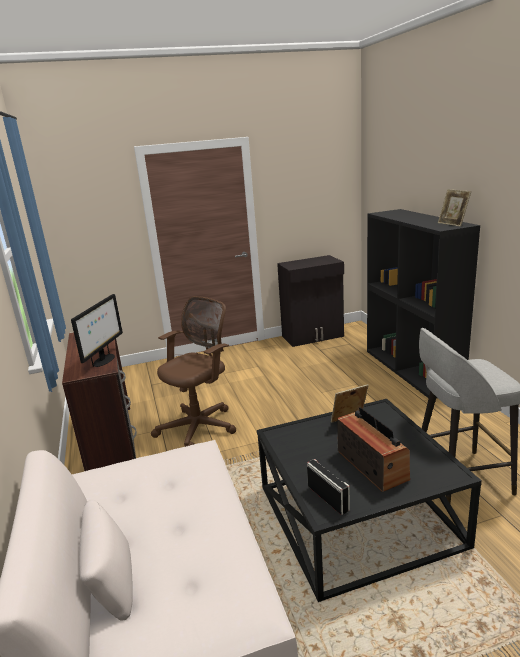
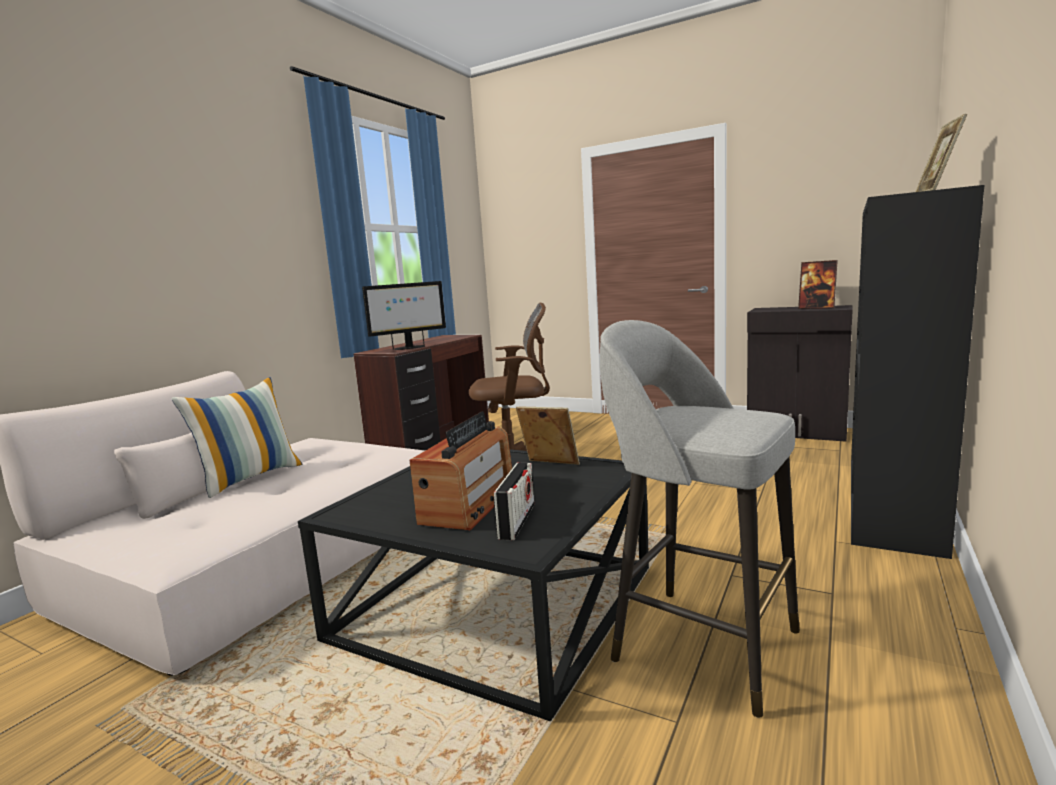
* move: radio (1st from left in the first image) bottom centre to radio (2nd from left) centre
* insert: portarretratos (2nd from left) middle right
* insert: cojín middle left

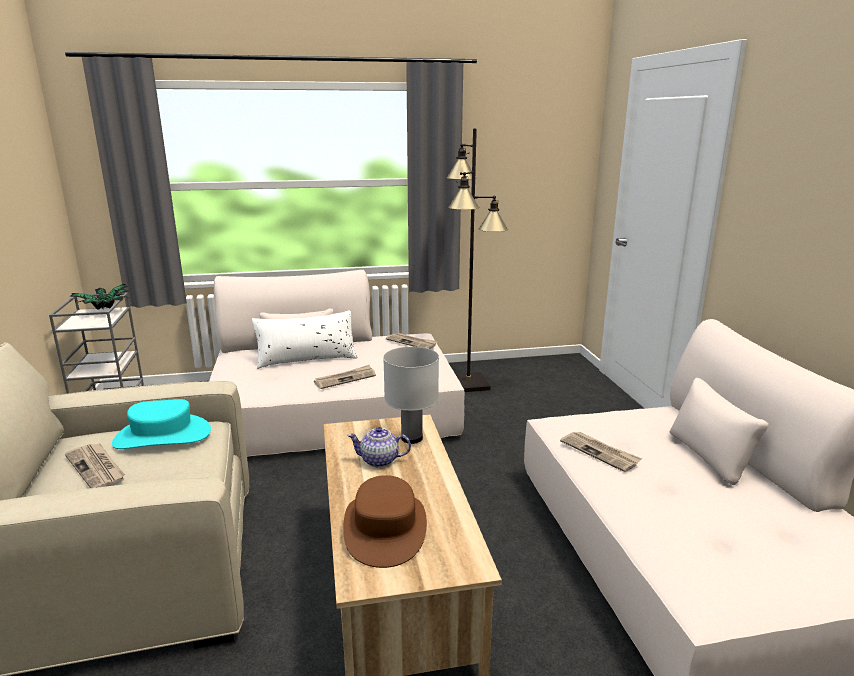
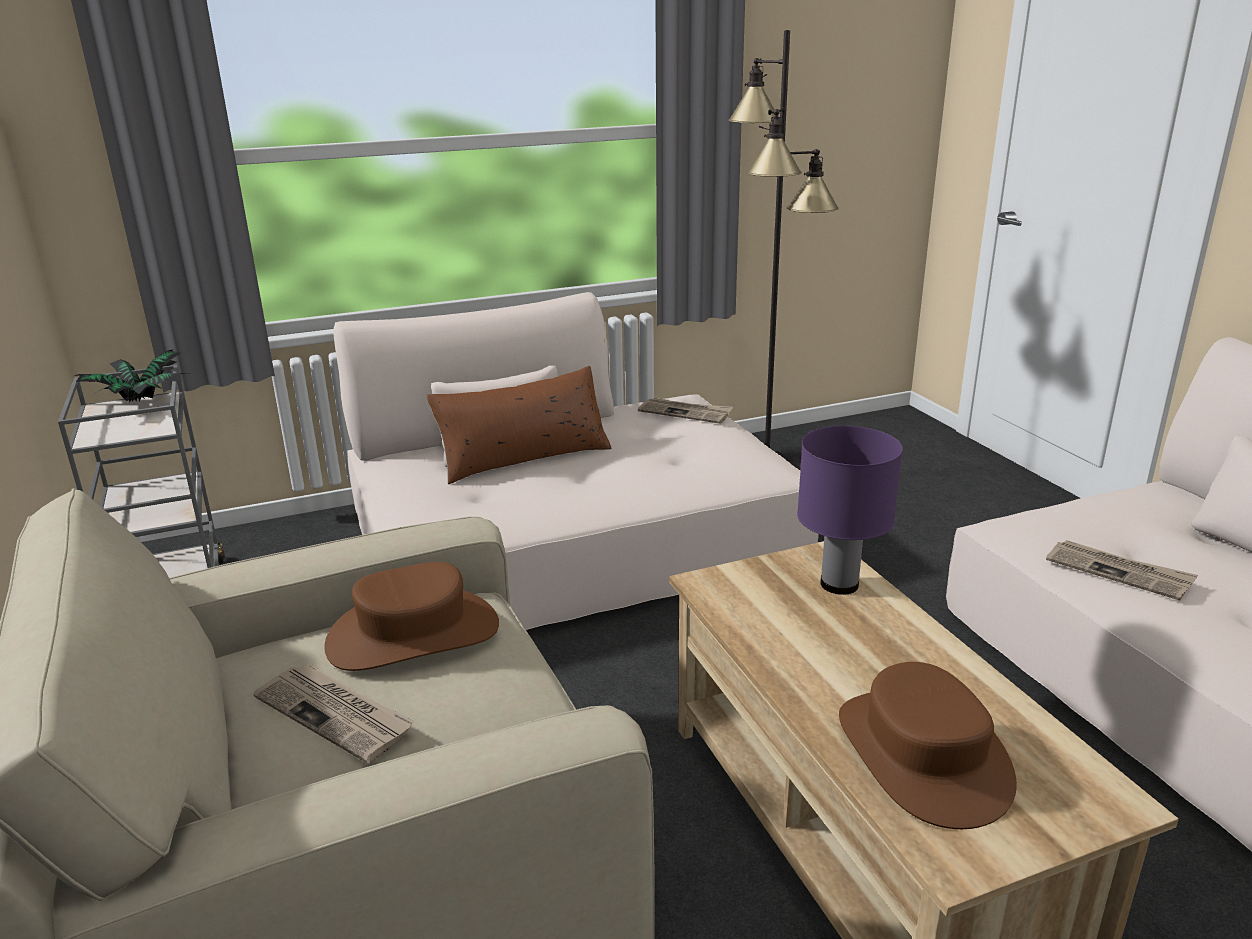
* recolor: cojín (blanco) centre to cojín (marrón) centre
* recolor: lámpara de mesa (blanco) centre to lámpara de mesa (morado) middle right
* delete: periódico (2nd from left) centre
* recolor: sombrero (turquesa) middle left to sombrero (marrón) (1st from left) middle left
* delete: tetera centre

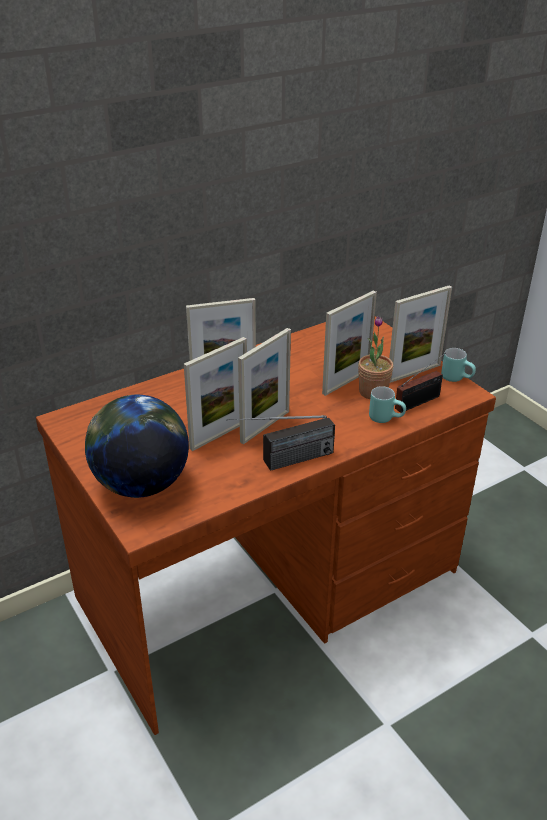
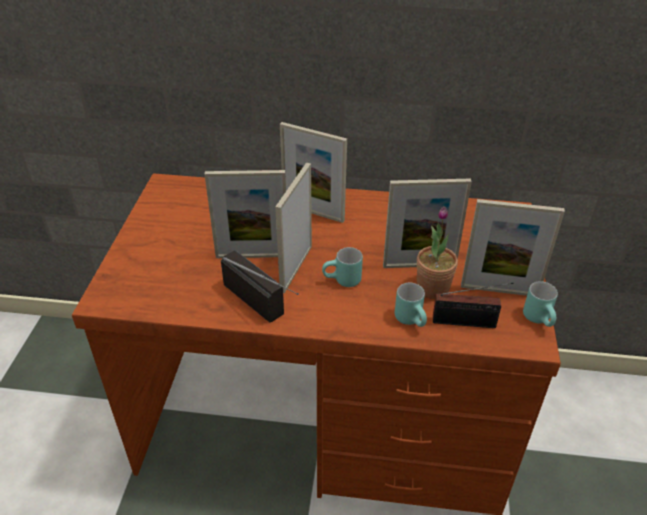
* rotate: portarretratos (3rd from left in the first image) centre = centre 120 degrees clockwise
* delete: globo terráqueo middle left
* rotate: radio (1st from left) centre = centre 150 degrees counterclockwise
* insert: taza grande (turquesa) (1st from left) centre

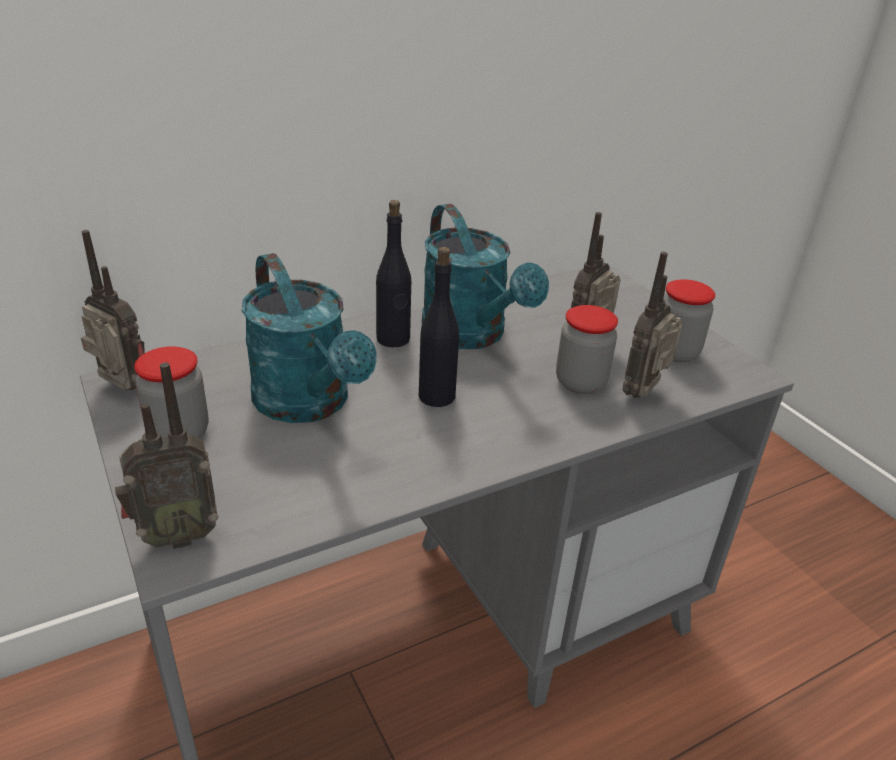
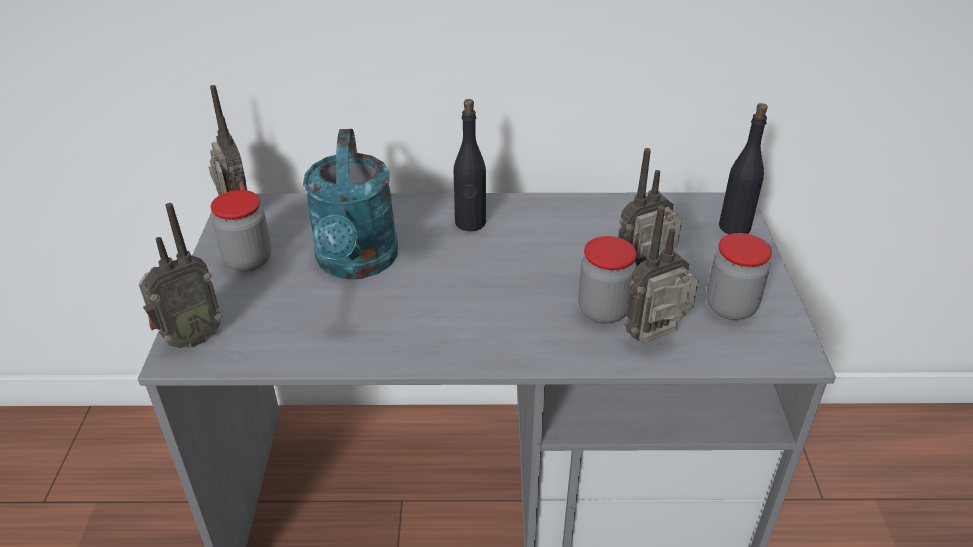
* delete: regadera (turquesa) (2nd from left) centre
* move: botella (negro) (2nd from left) centre to top right
* rotate: radio (2nd from left in the first image) middle left = middle left 45 degrees counterclockwise

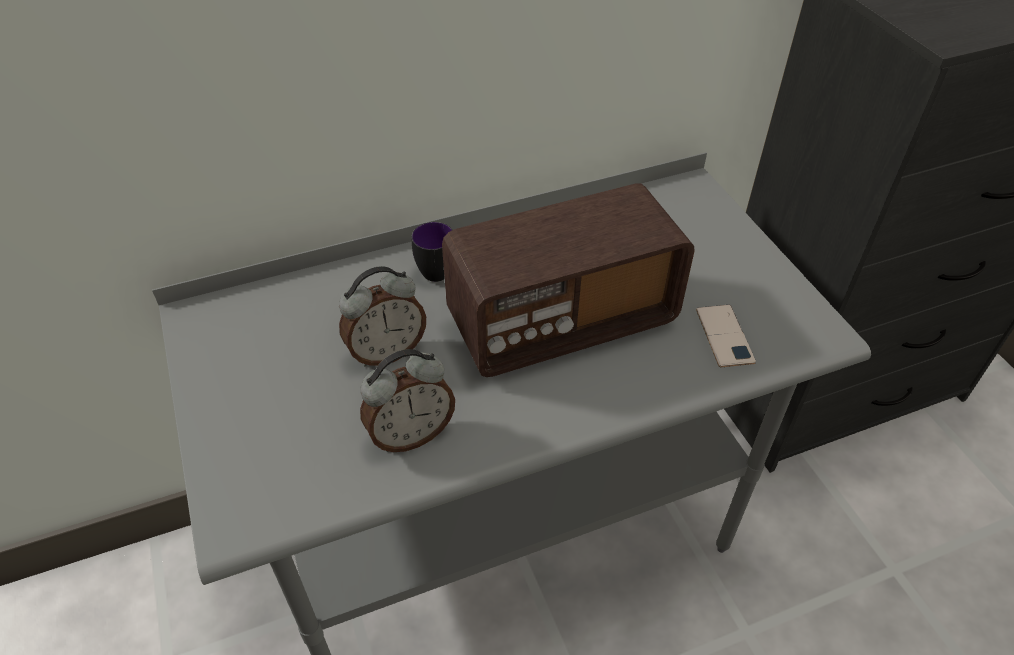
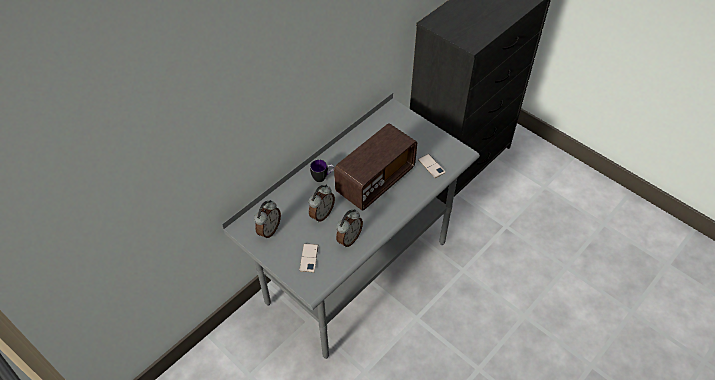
* insert: despertador (1st from left) centre
* insert: móvil (1st from left) bottom centre

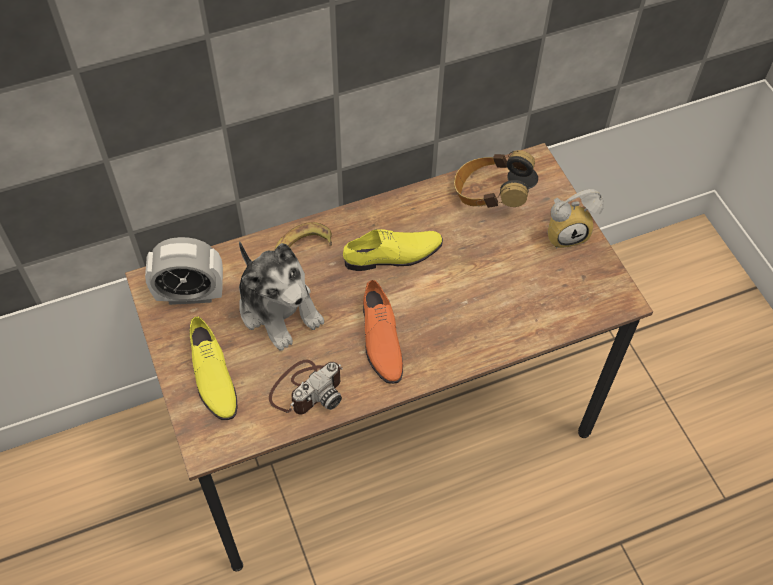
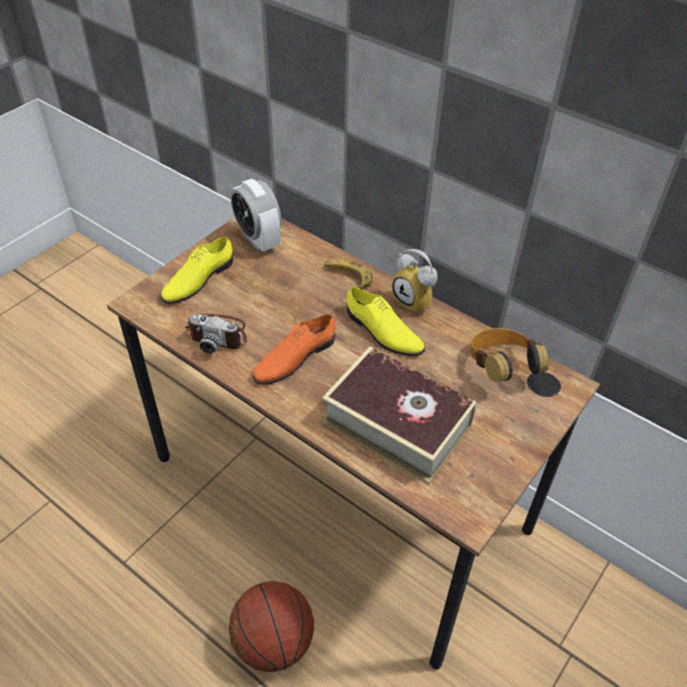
* move: despertador (2nd from left) middle right to centre
* delete: peluche centre
* insert: libro centre
* insert: balón de baloncesto bottom centre

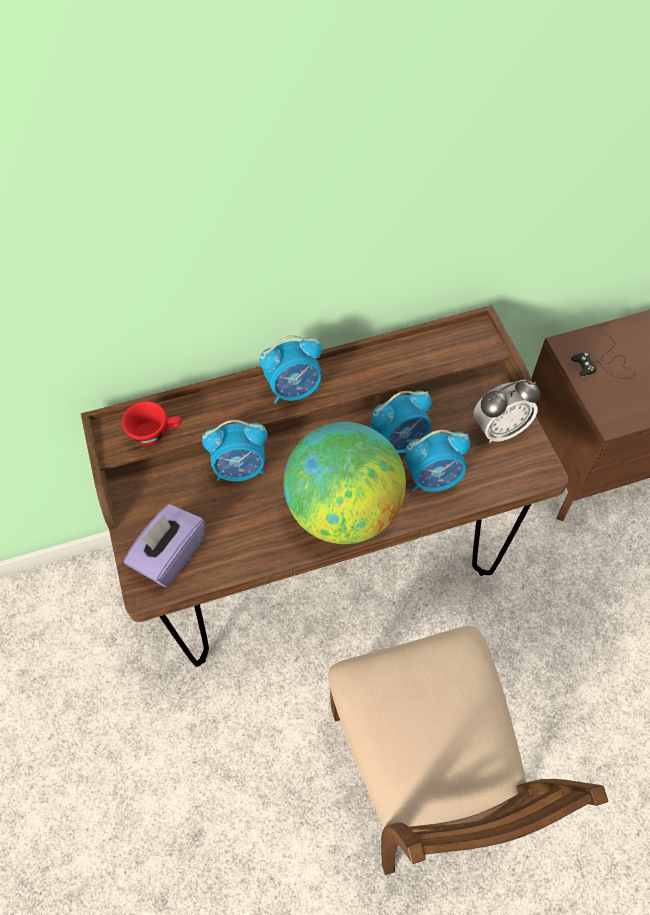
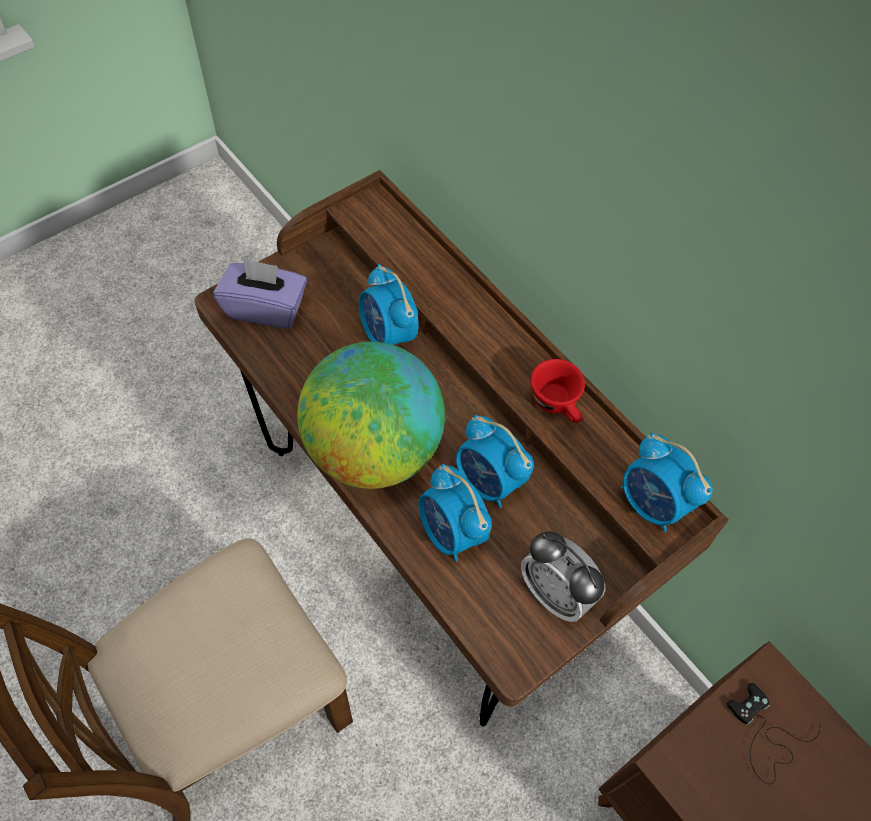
* move: despertador (2nd from left in the first image) centre to despertador (5th from left) middle right
* move: taza (rojo) middle left to centre

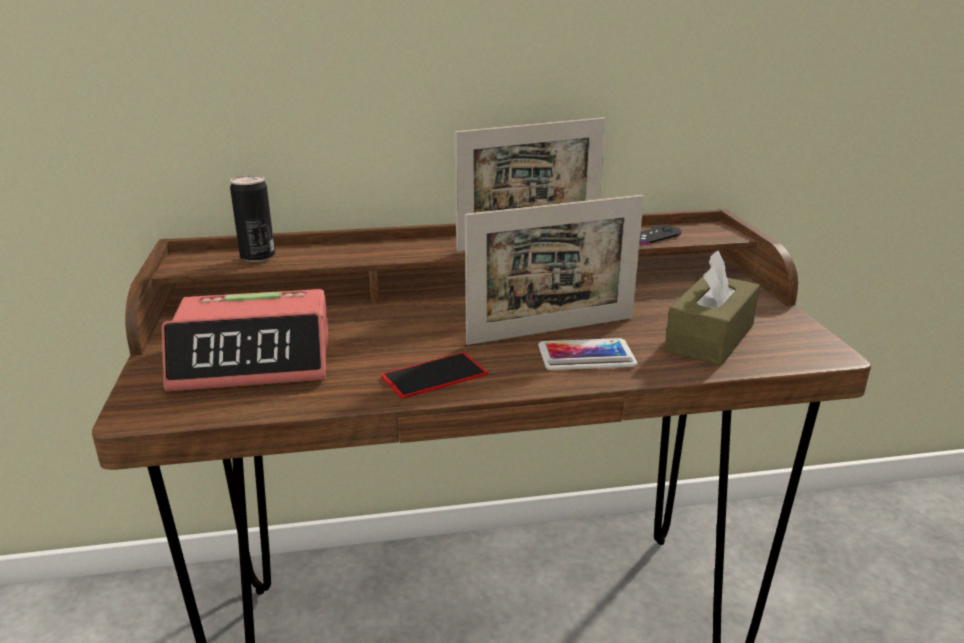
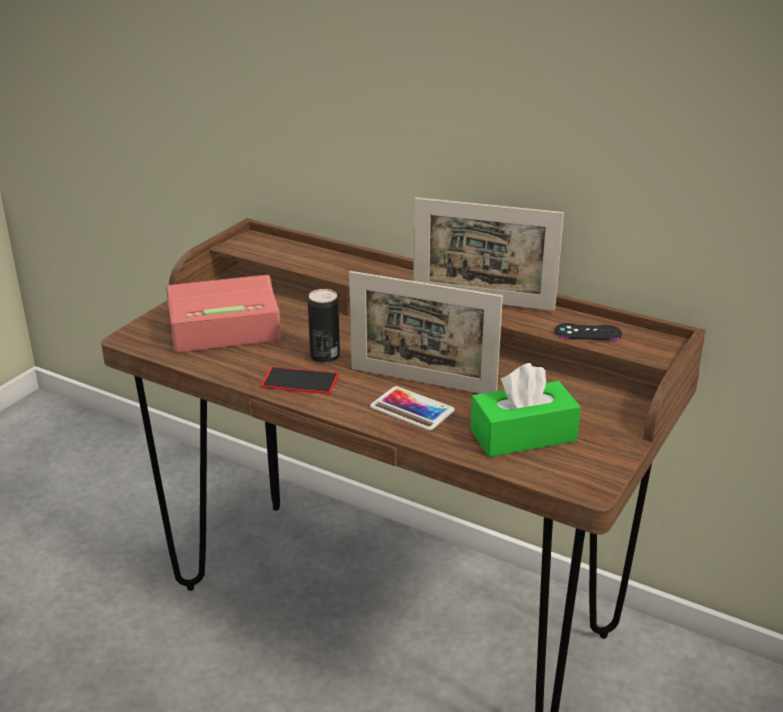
* move: lata middle left to centre
* recolor: caja de pañuelos (marrón) middle right to caja de pañuelos (verde) middle right
* rotate: despertador middle left = middle left 135 degrees clockwise

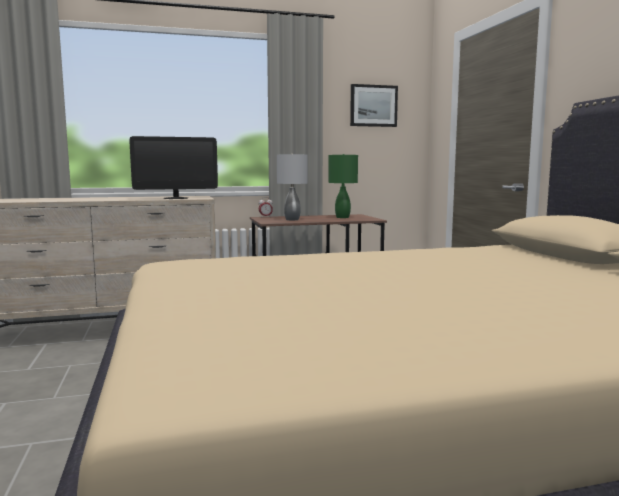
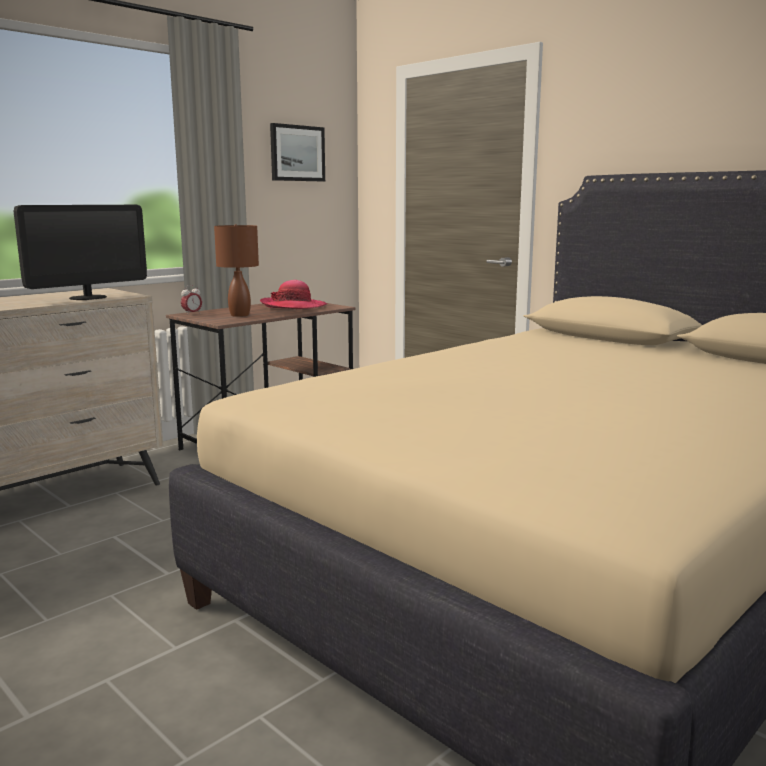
* recolor: lámpara de mesa (gris) centre to lámpara de mesa (marrón) middle left
* replace: lámpara de mesa (verde) centre to sombrero centre

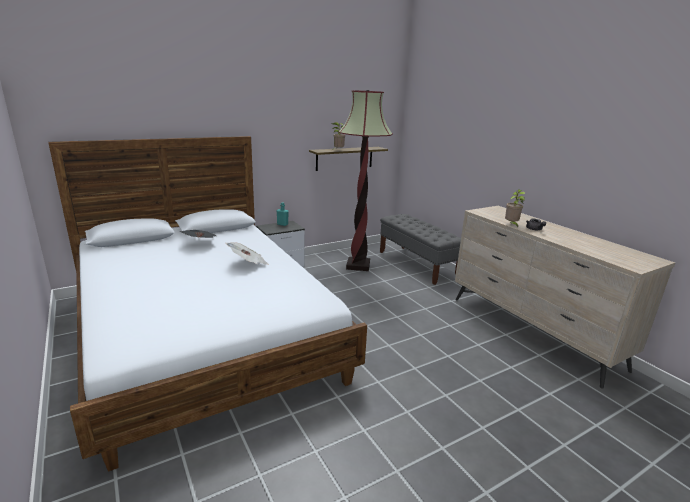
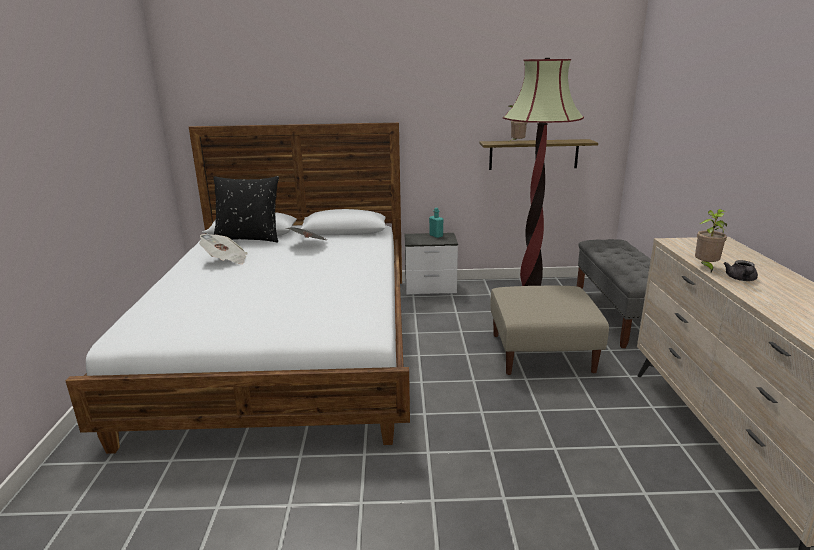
* move: periódico (2nd from left in the first image) centre to periódico (1st from left) middle left
* insert: cojín (negro) middle left
* insert: puf (beis) middle right

